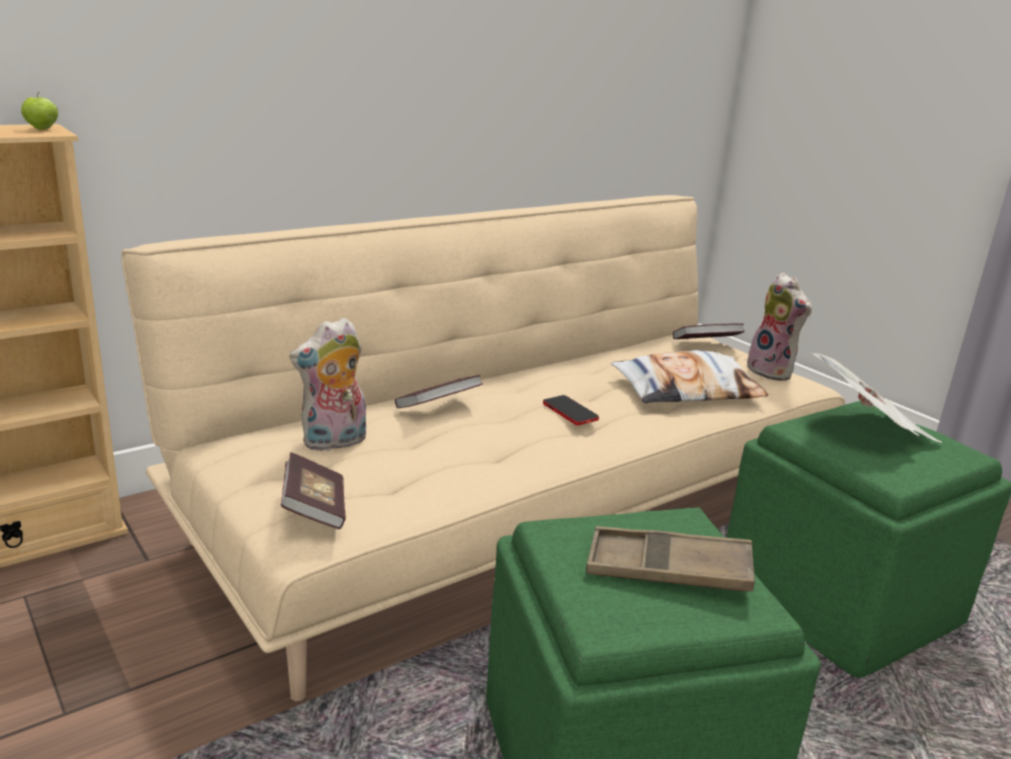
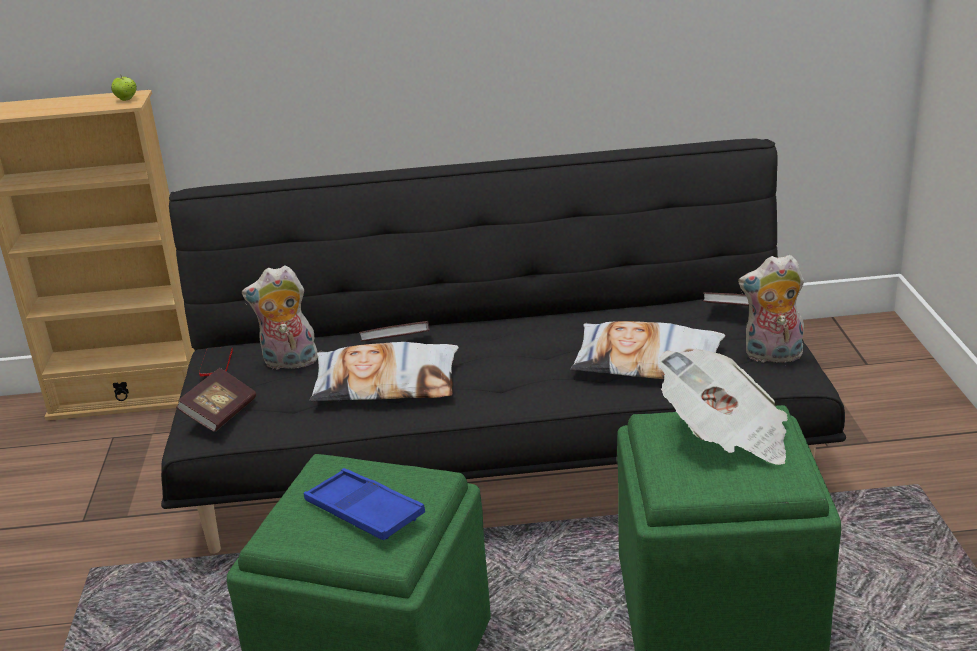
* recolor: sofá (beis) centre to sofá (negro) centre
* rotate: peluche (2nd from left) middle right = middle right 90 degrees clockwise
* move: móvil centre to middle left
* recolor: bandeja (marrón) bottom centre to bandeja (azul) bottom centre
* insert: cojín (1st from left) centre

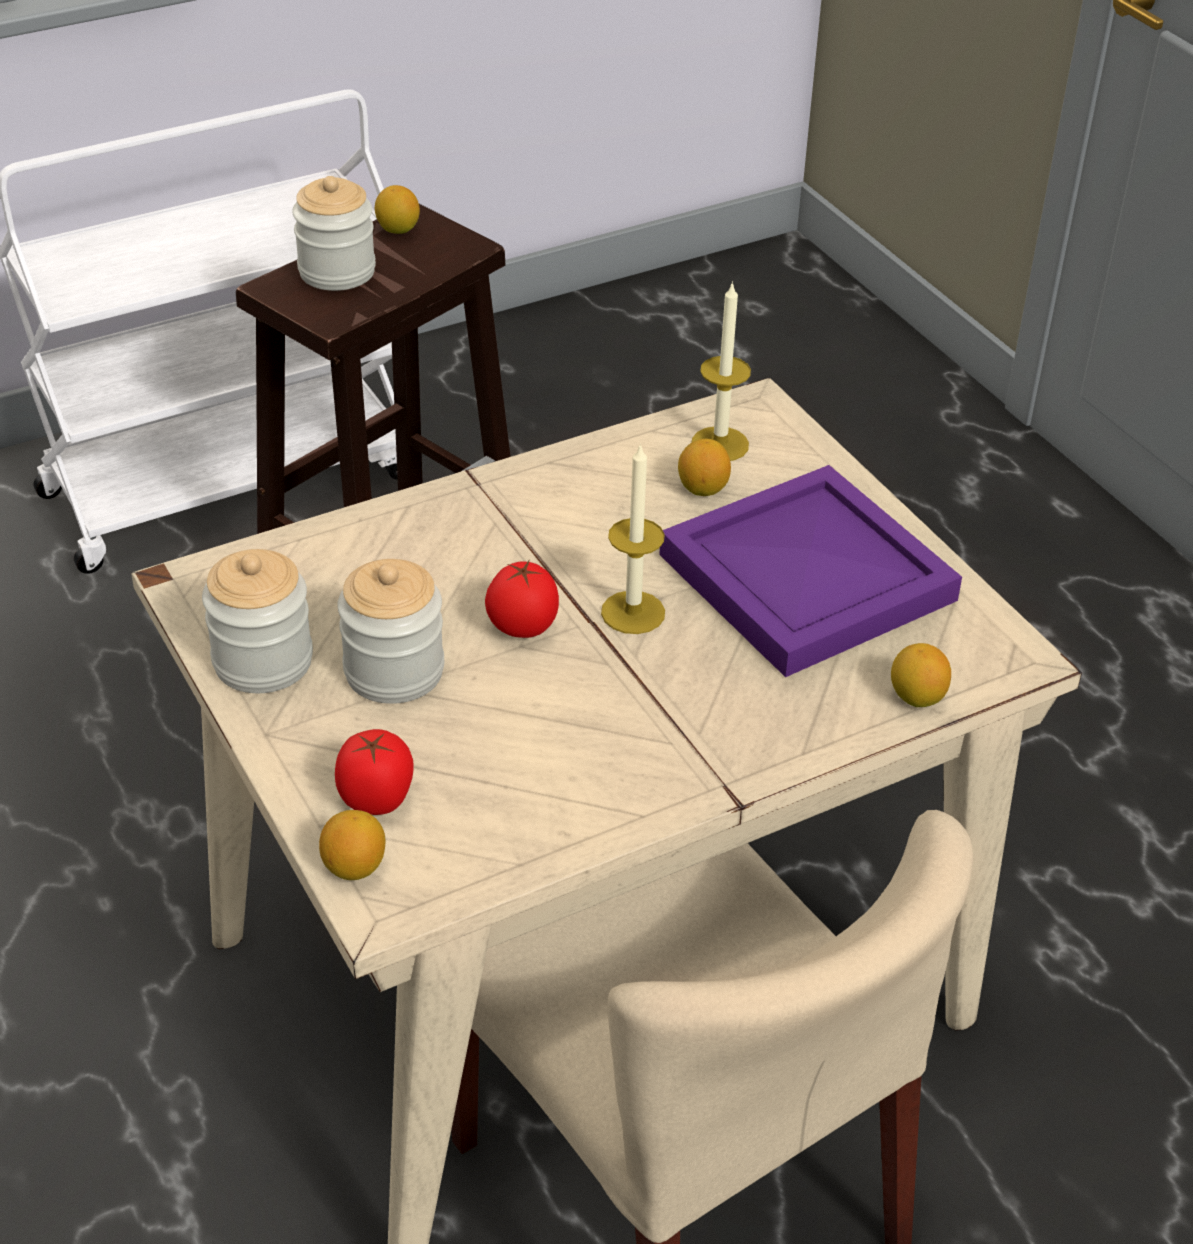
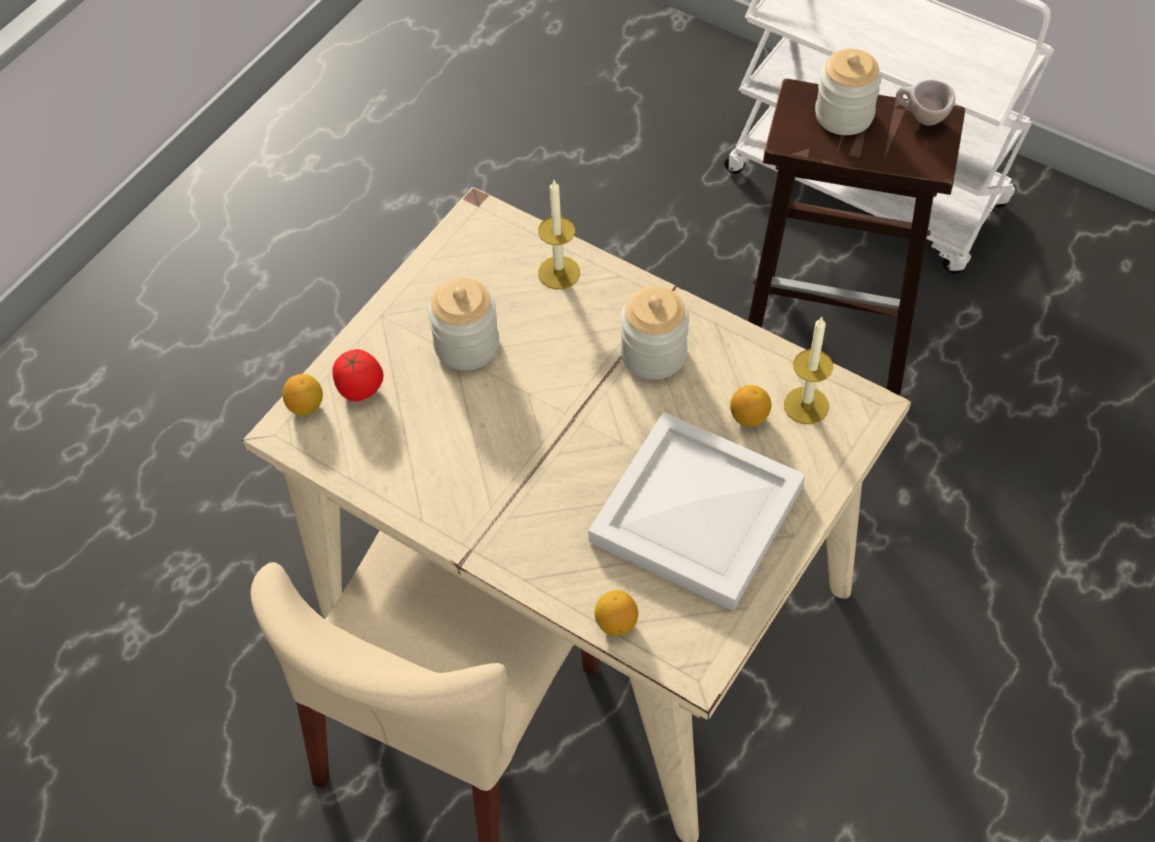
* replace: limón (2nd from left) top left to taza (beis) top right
* move: vela (1st from left) centre to top centre
* recolor: bandeja (morado) middle right to bandeja (blanco) centre
* move: tarro (1st from left in the first image) middle left to tarro (2nd from left) centre
* delete: tomate (2nd from left) centre

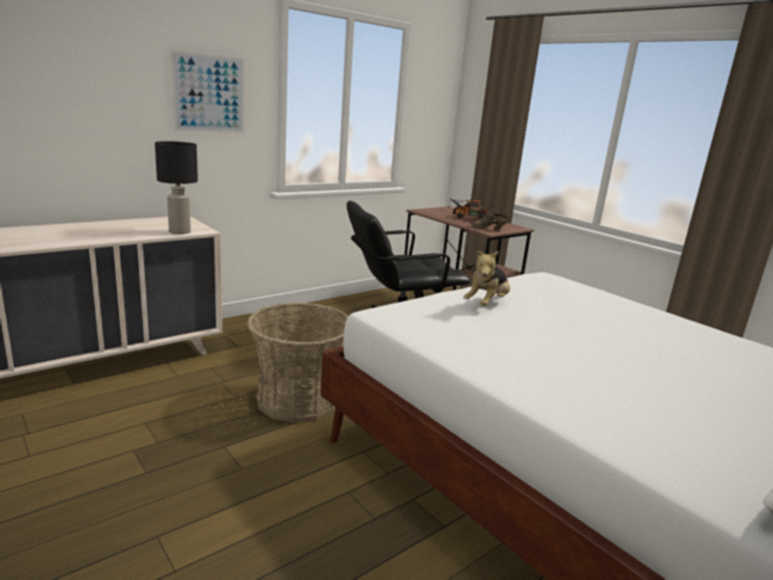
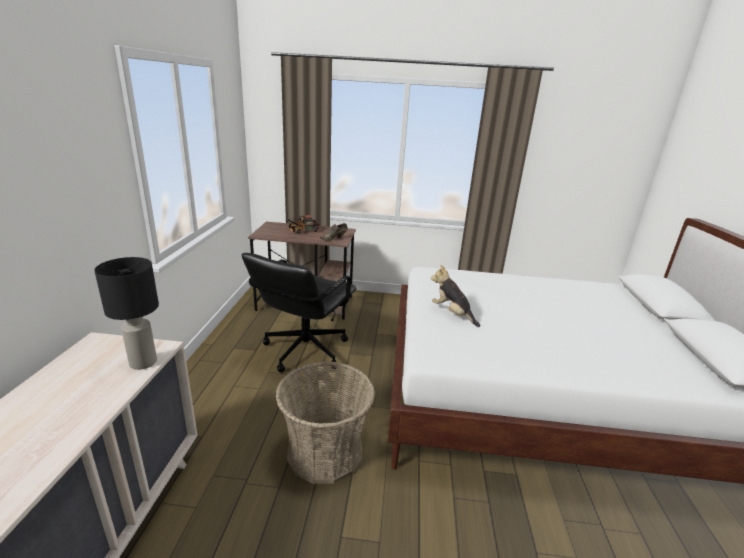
* delete: cuadro top left
* rotate: peluche centre = centre 150 degrees clockwise

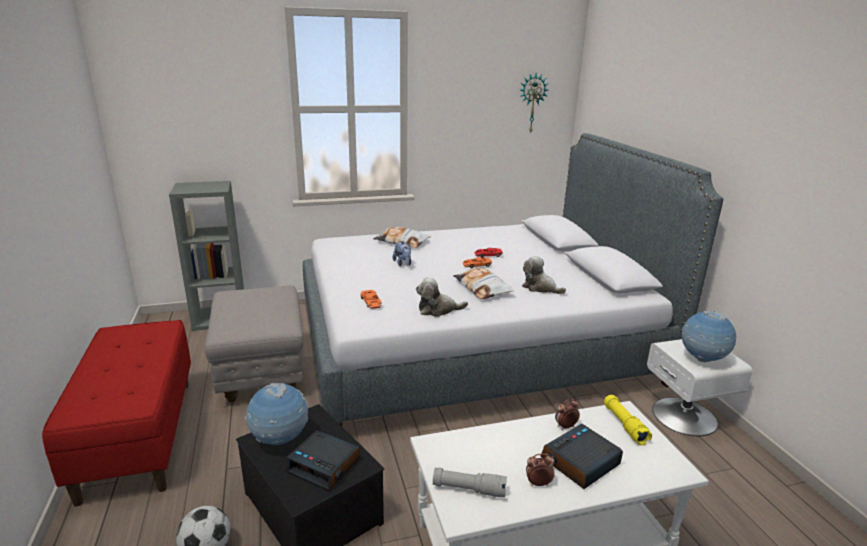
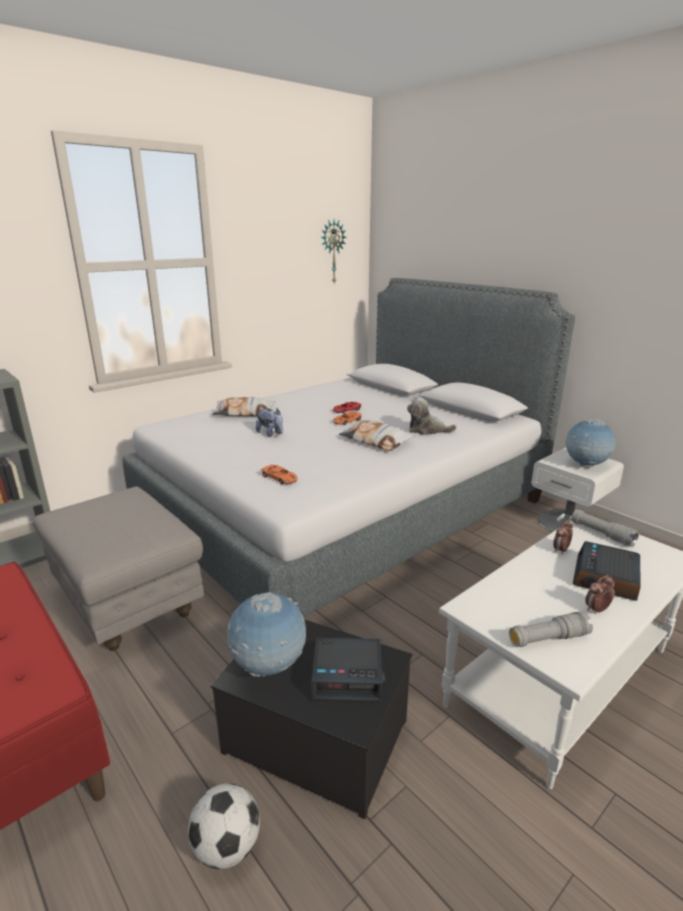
* delete: peluche (2nd from left) centre
* recolor: linterna (amarillo) bottom right to linterna (gris) (2nd from left) middle right

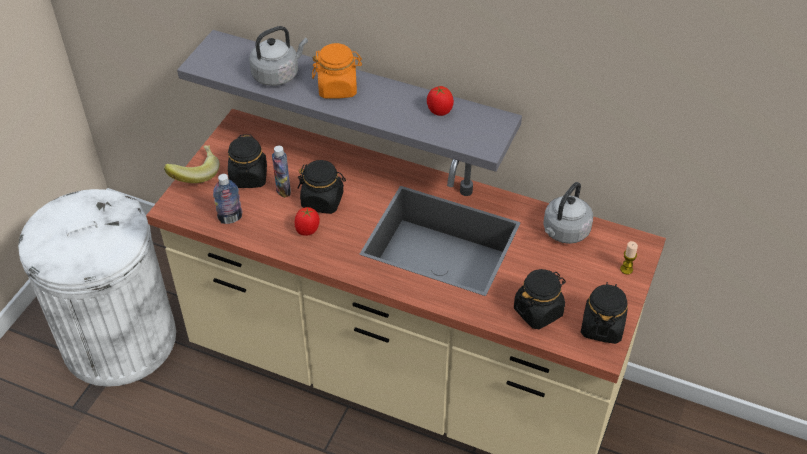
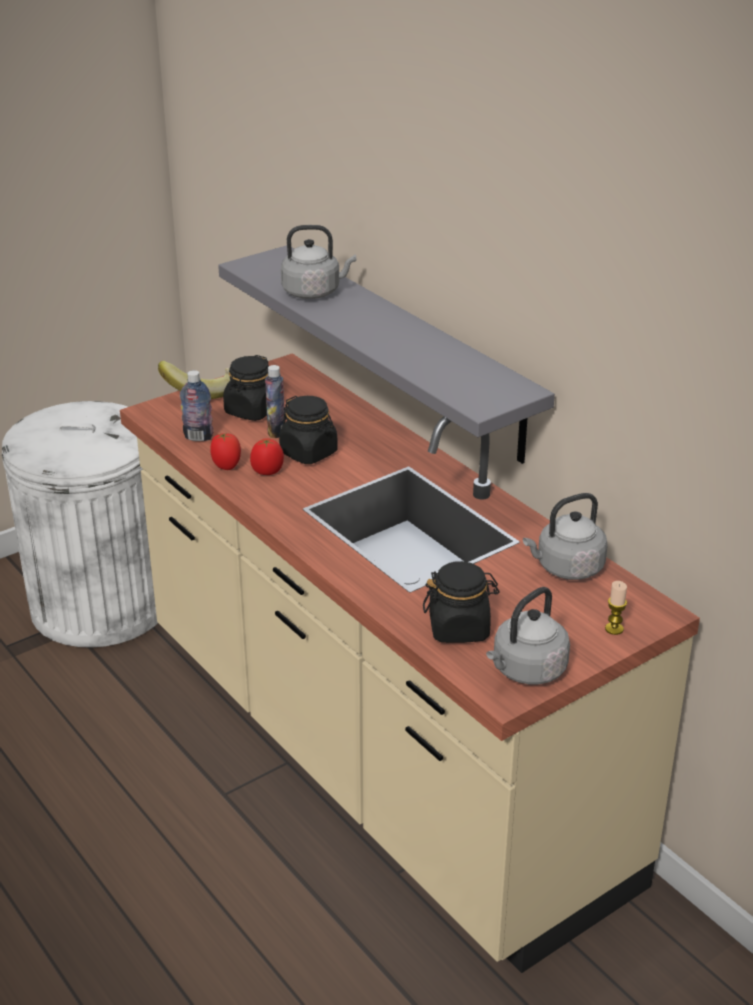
* delete: tarro (naranja) top centre
* move: tomate (2nd from left in the first image) top centre to tomate (1st from left) middle left
* replace: tarro (negro) (4th from left) bottom right to hervidor (gris) (2nd from left) middle right

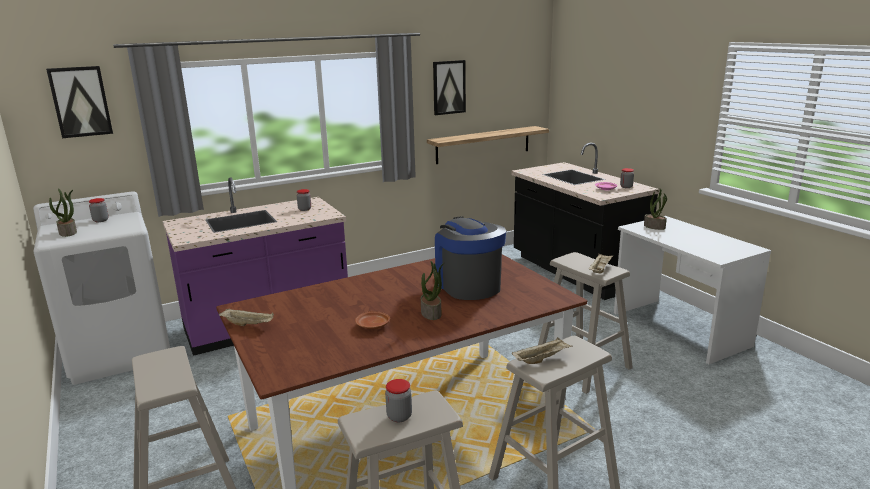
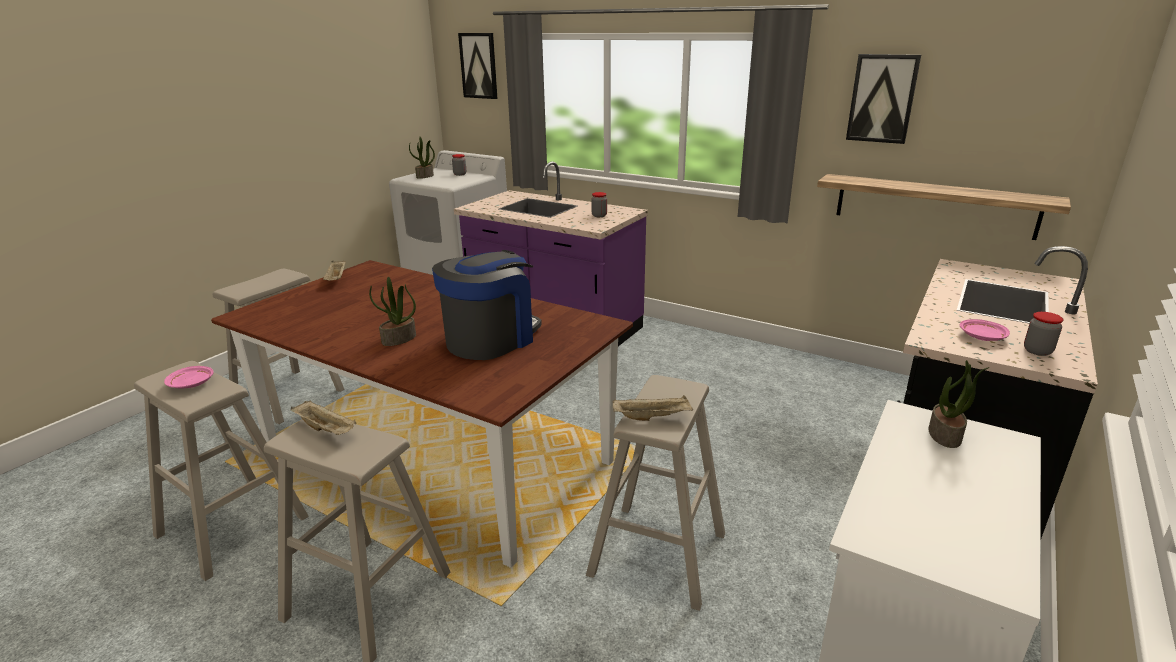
* delete: plato (marrón) centre
* replace: tarro (3rd from left) bottom centre to plato (rosa) (1st from left) middle left

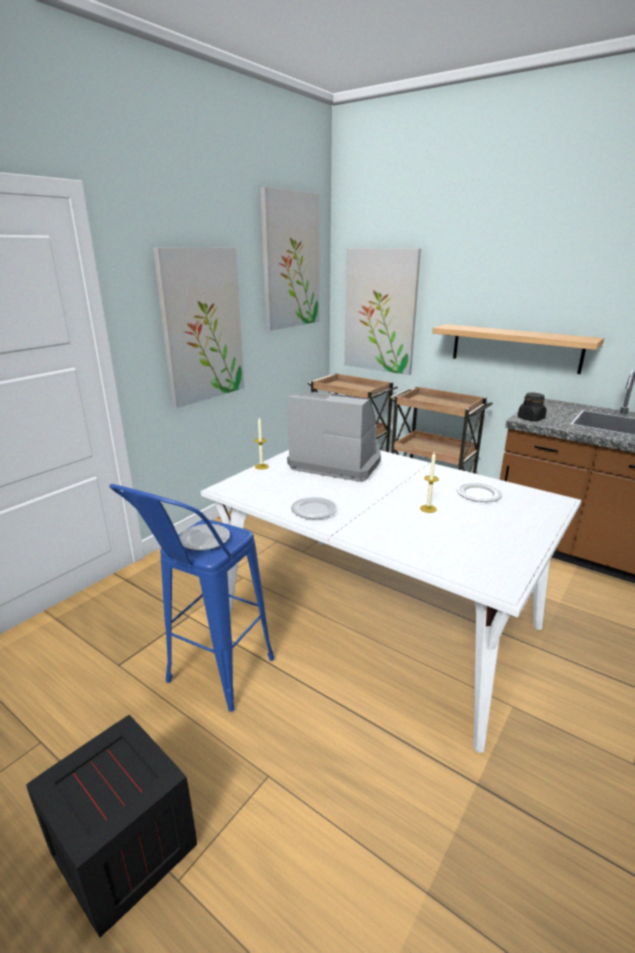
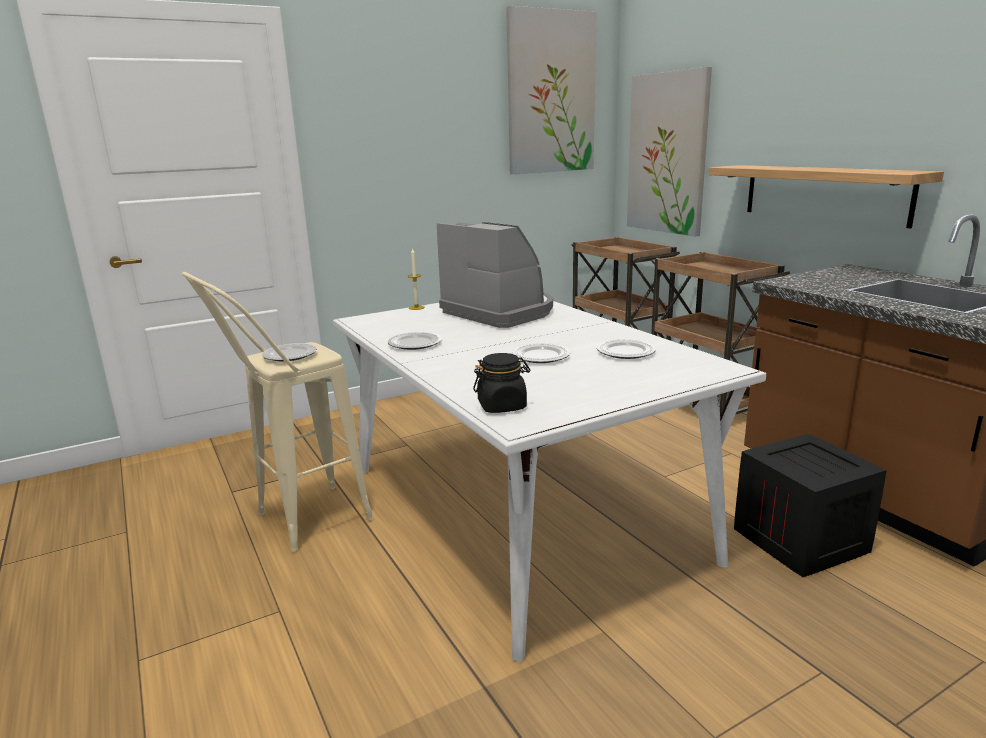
* delete: cuadro (1st from left) middle left
* move: tarro (negro) middle right to centre
* replace: vela (2nd from left) middle right to plato (3rd from left) centre
* recolor: taburete (azul) middle left to taburete (beis) middle left
* move: caja de embalaje bottom left to bottom right

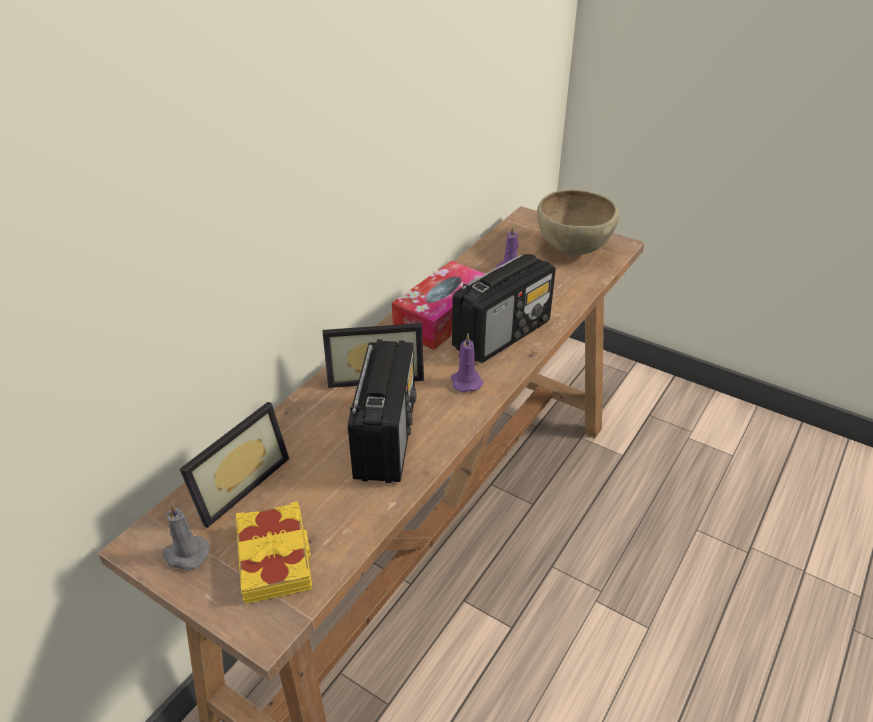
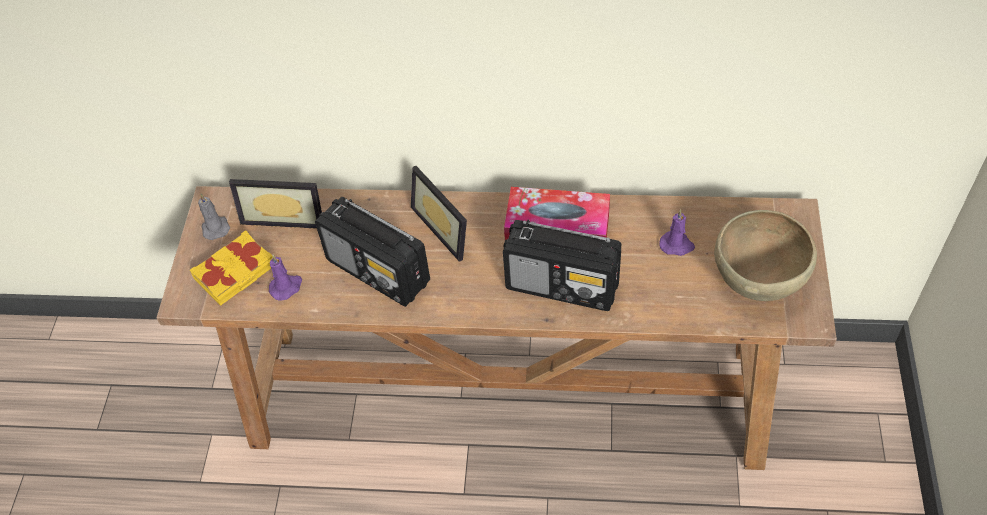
* move: vela (morado) (1st from left) centre to middle left
* rotate: radio (1st from left) centre = centre 60 degrees clockwise

